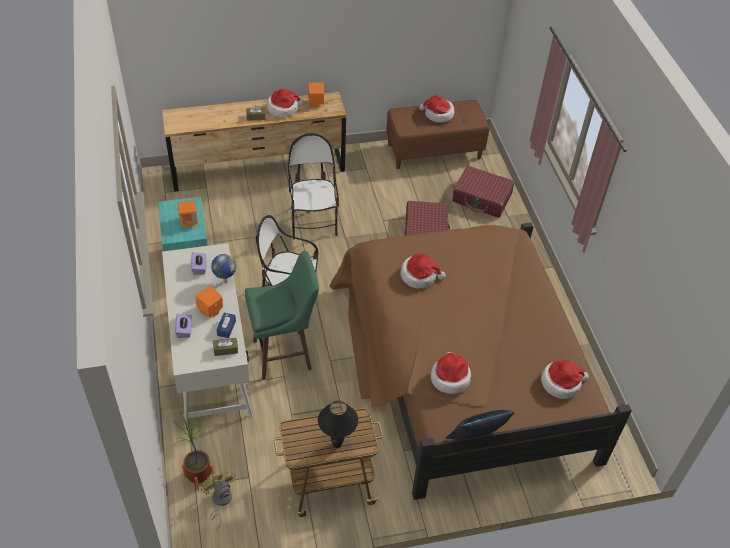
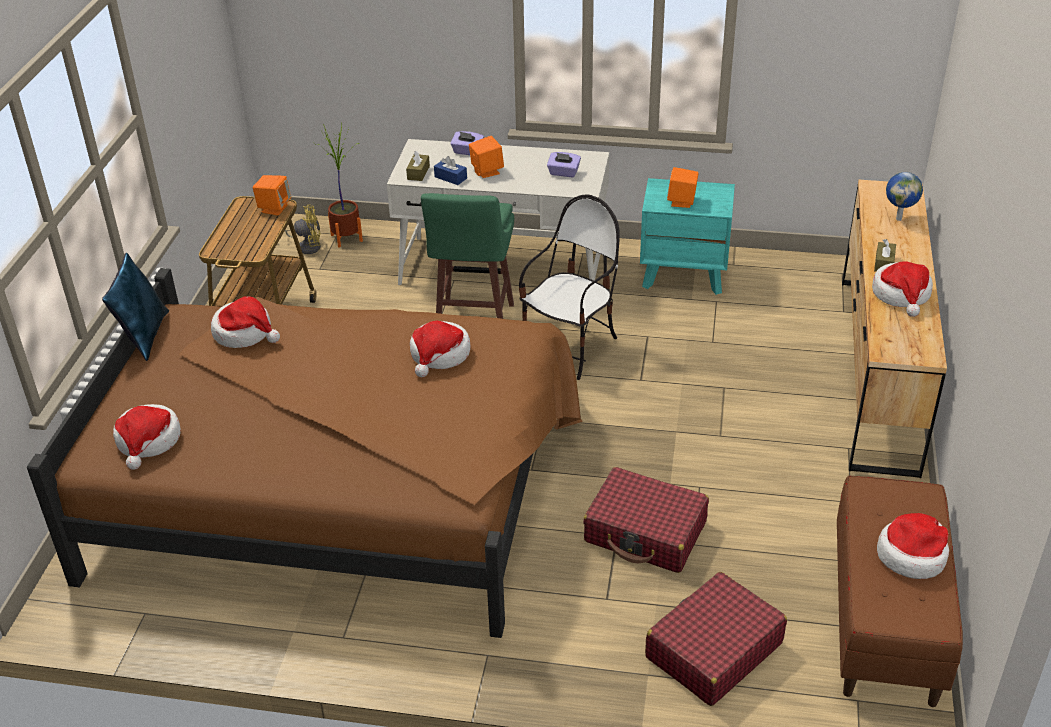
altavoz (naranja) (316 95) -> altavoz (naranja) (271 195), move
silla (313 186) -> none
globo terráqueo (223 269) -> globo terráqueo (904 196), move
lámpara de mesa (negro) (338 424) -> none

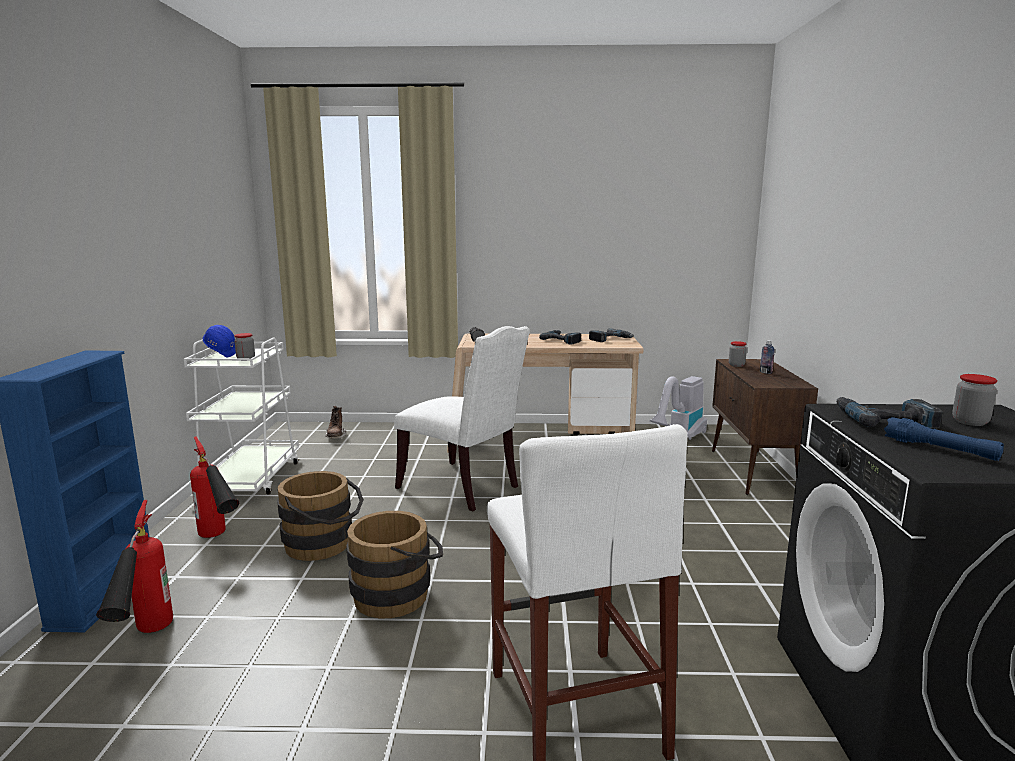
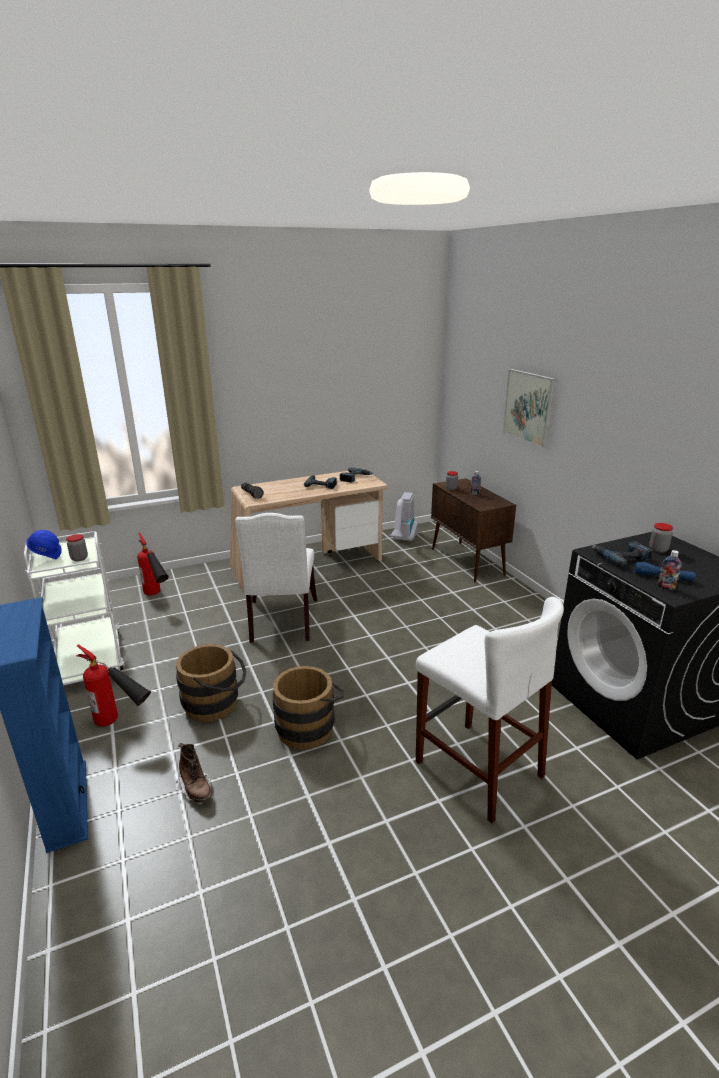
silla (blanco) (461 418) -> silla (blanco) (276 578), 75 degrees clockwise
bota (marrón) (335 422) -> bota (marrón) (194 772), move
extintor (134 566) -> extintor (153 564), move
none -> cuadro (529 408)
none -> botella (670 570)

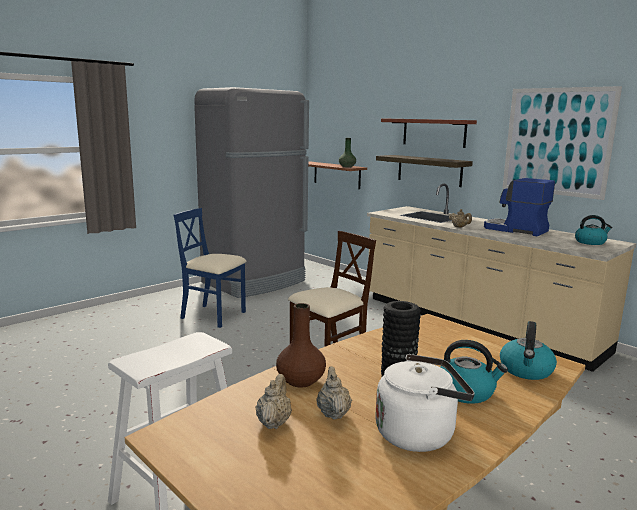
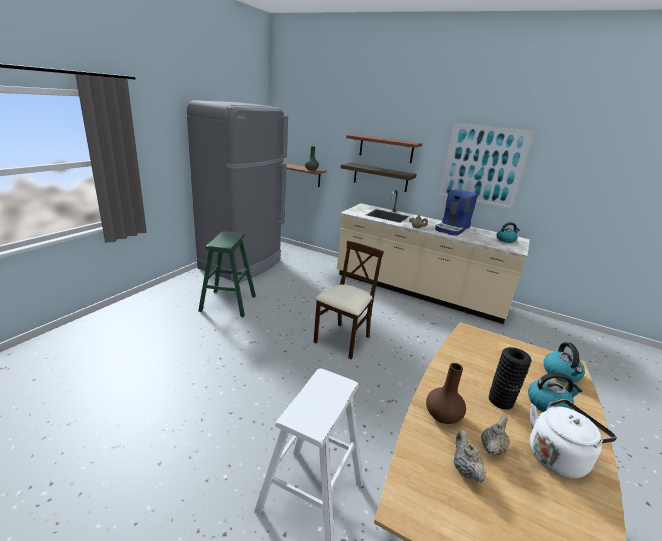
cafetera (519 207) -> cafetera (456 212), 75 degrees counterclockwise
silla (azul) (210 268) -> taburete (verde) (227 274)
tetera (beis) (334 393) -> tetera (beis) (495 435), 60 degrees clockwise

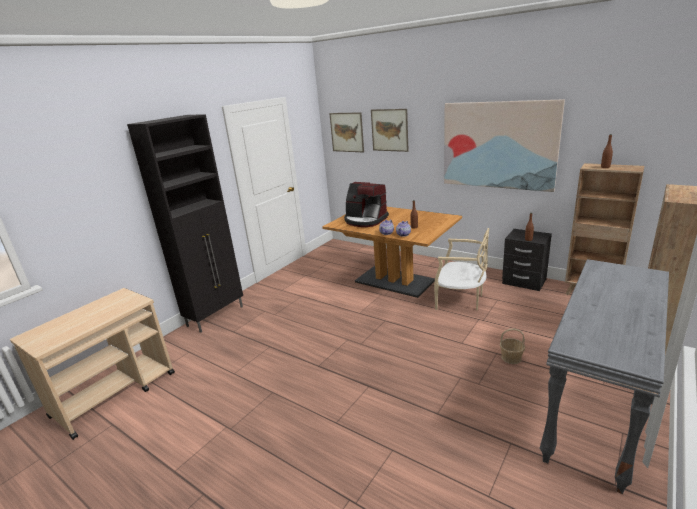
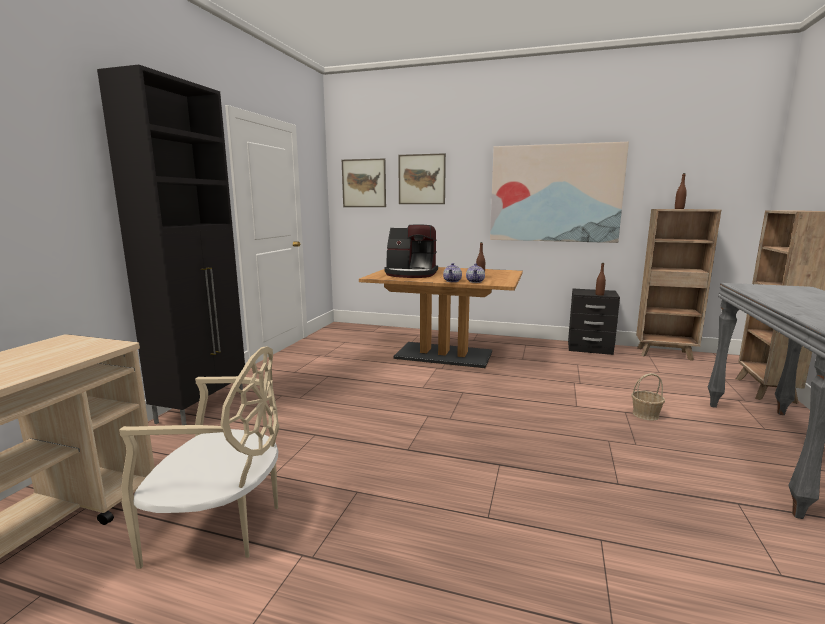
silla (beis) (461 269) -> silla (beis) (199 457), move

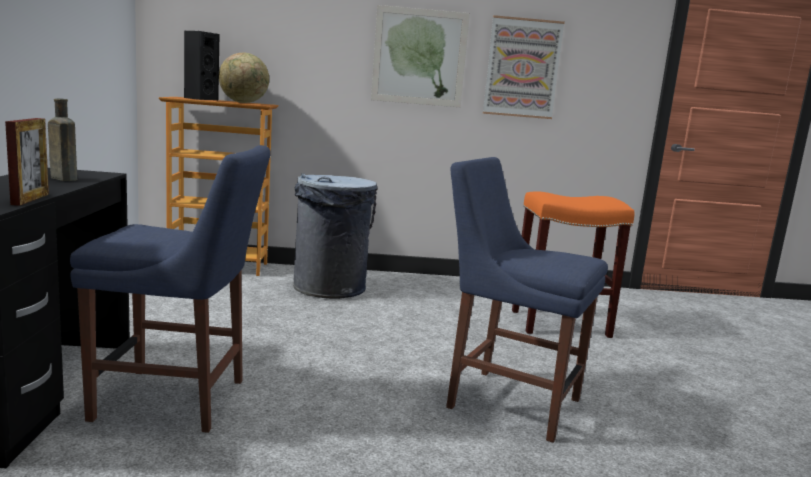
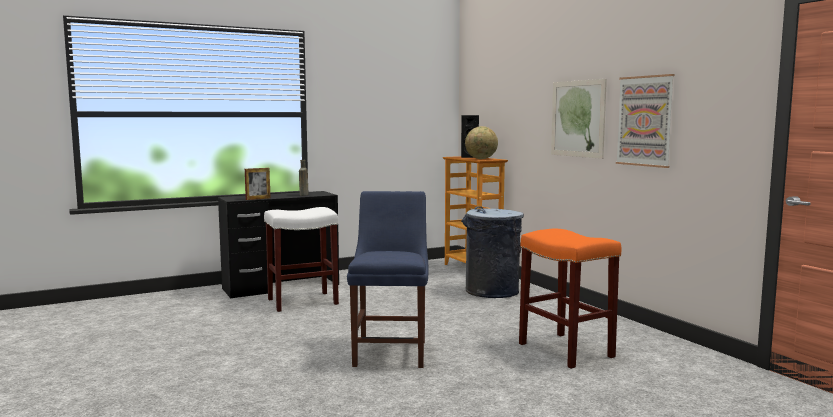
silla (azul) (170 289) -> taburete (blanco) (301 259)

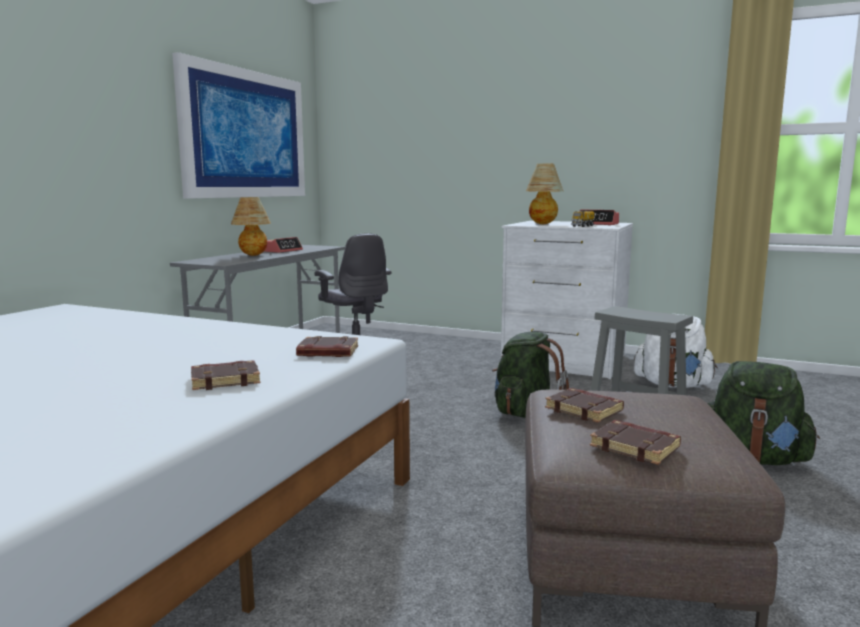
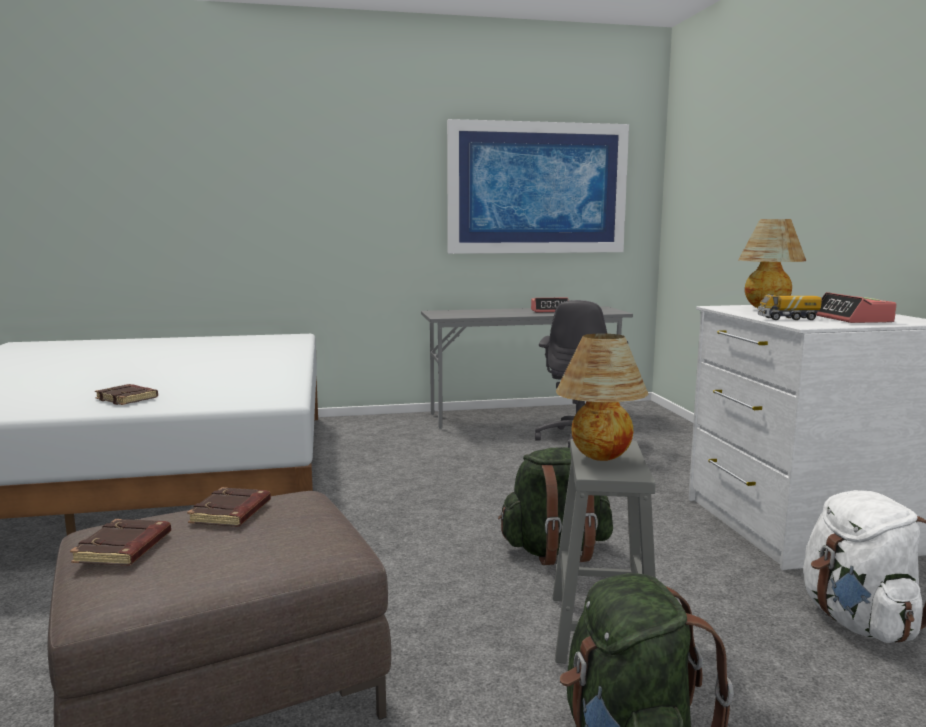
lámpara de mesa (251 226) -> lámpara de mesa (602 397), move
libro (marrón) (327 346) -> none

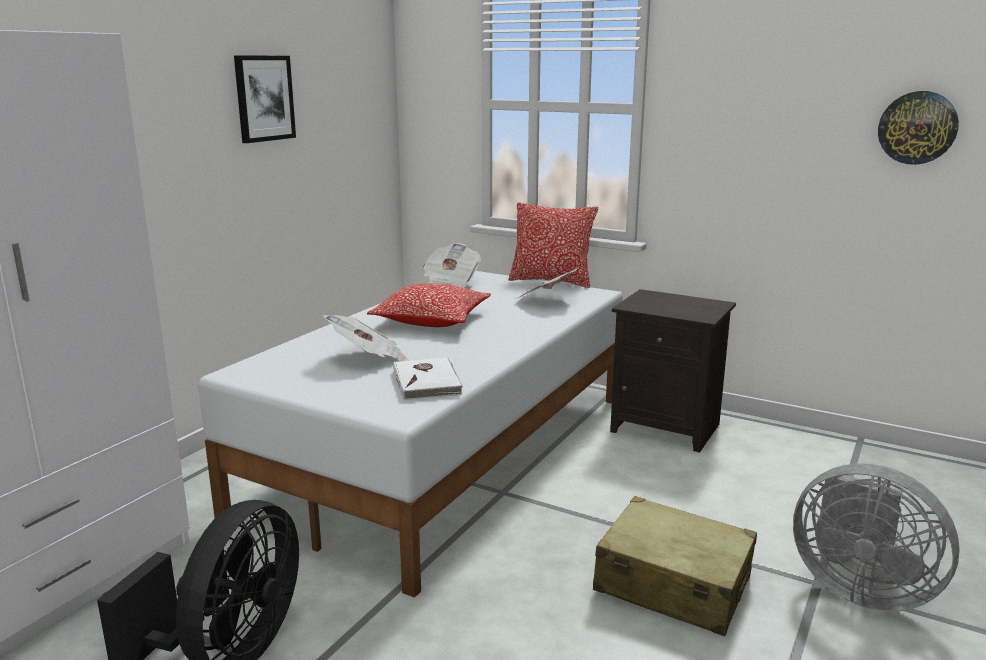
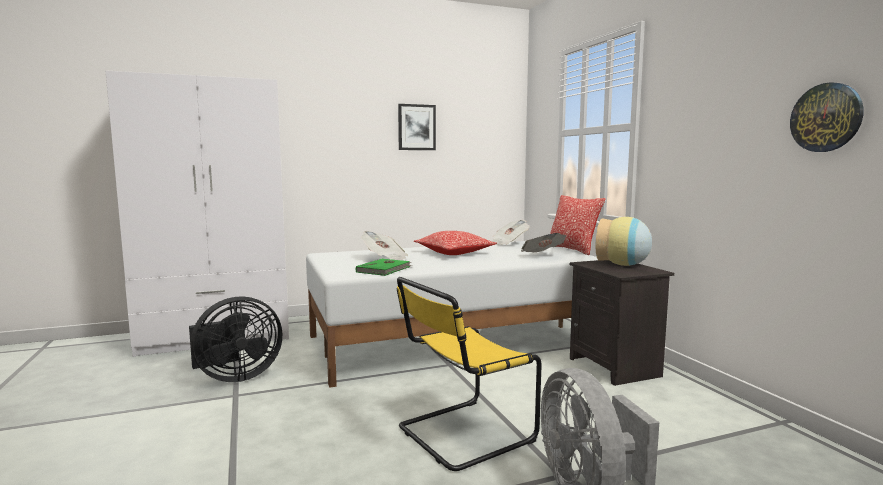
libro (blanco) (428 379) -> libro (verde) (384 267)
maleta (beis) (675 566) -> silla (amarillo) (469 374)
none -> florero (623 241)

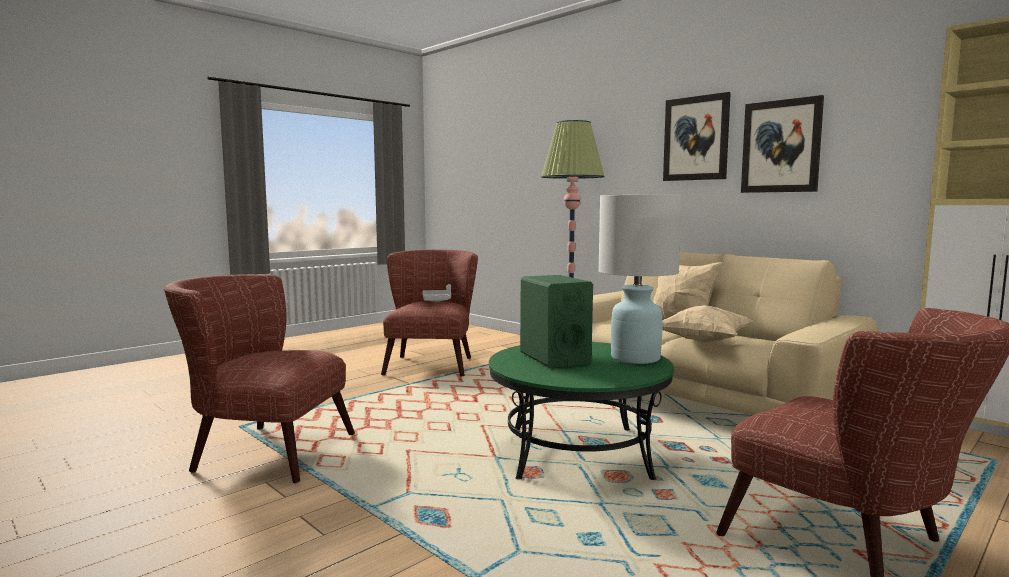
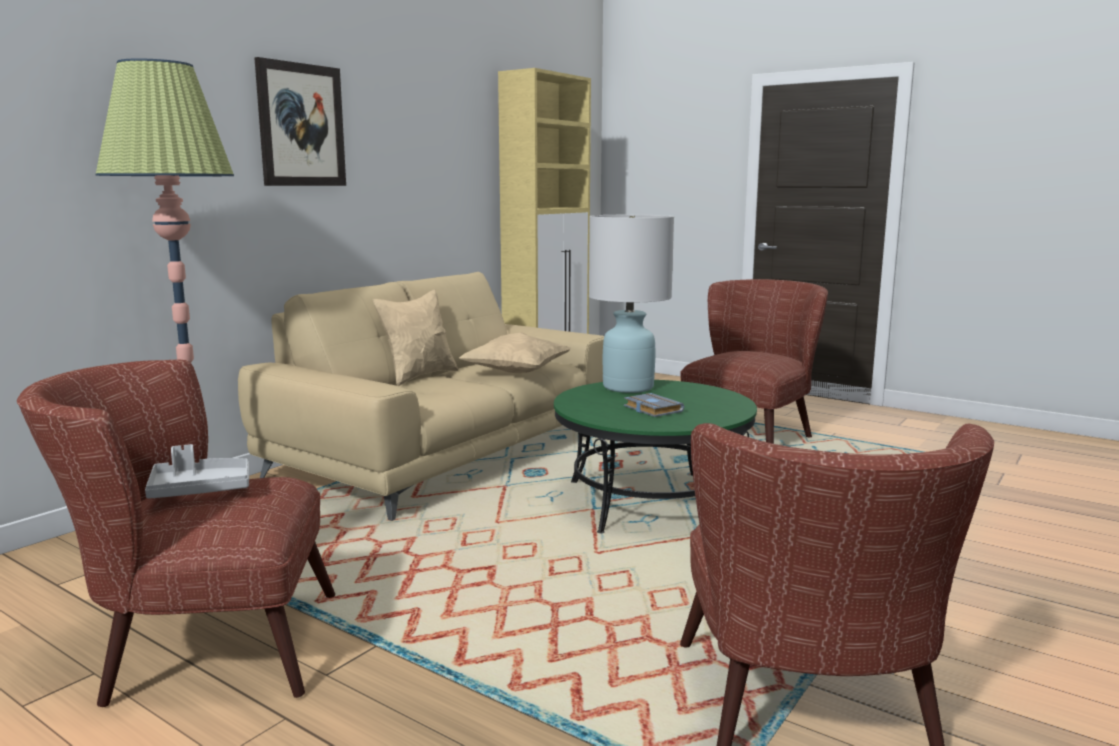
cuadro (782 144) -> none
altavoz (verde) (556 321) -> libro (gris) (654 405)

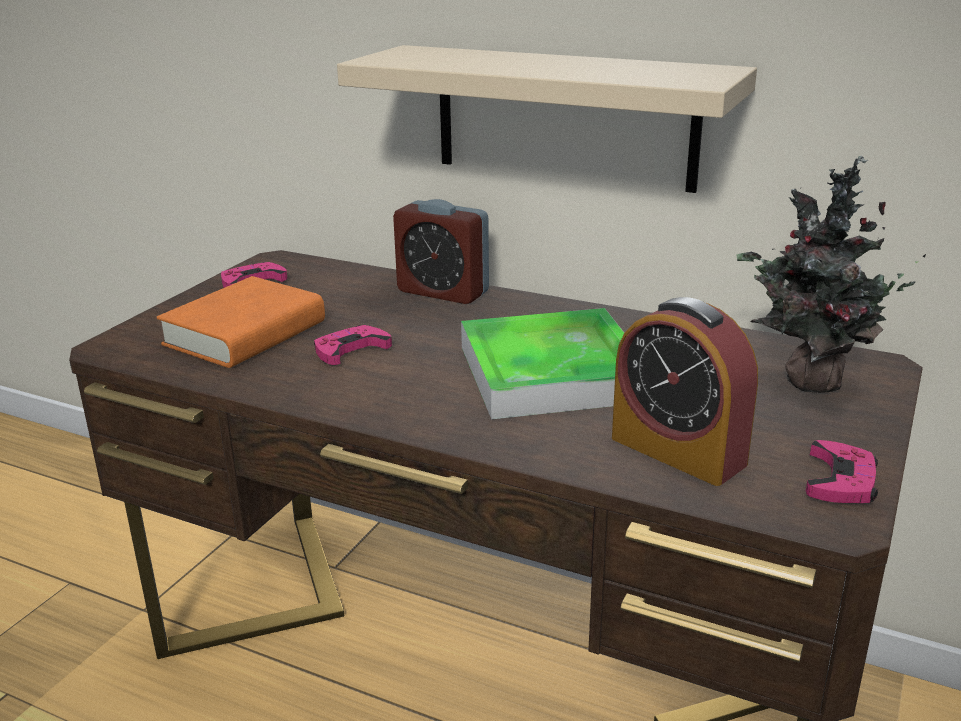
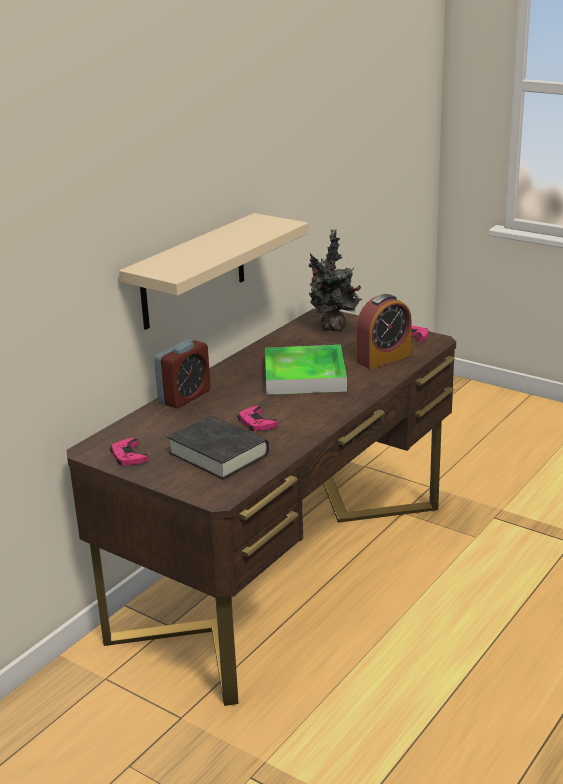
libro (naranja) (241 322) -> libro (negro) (218 448)

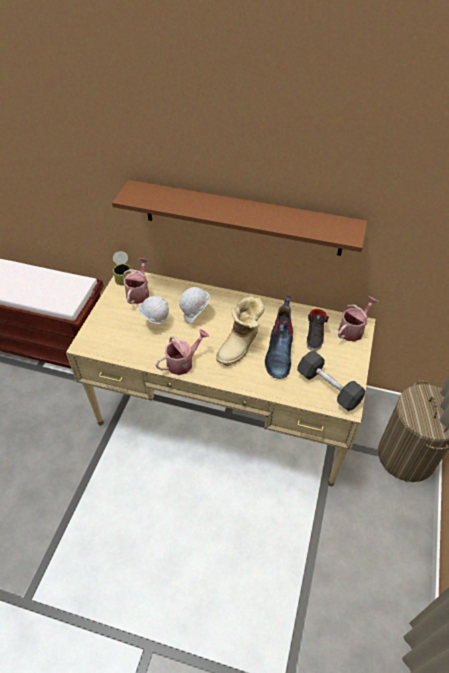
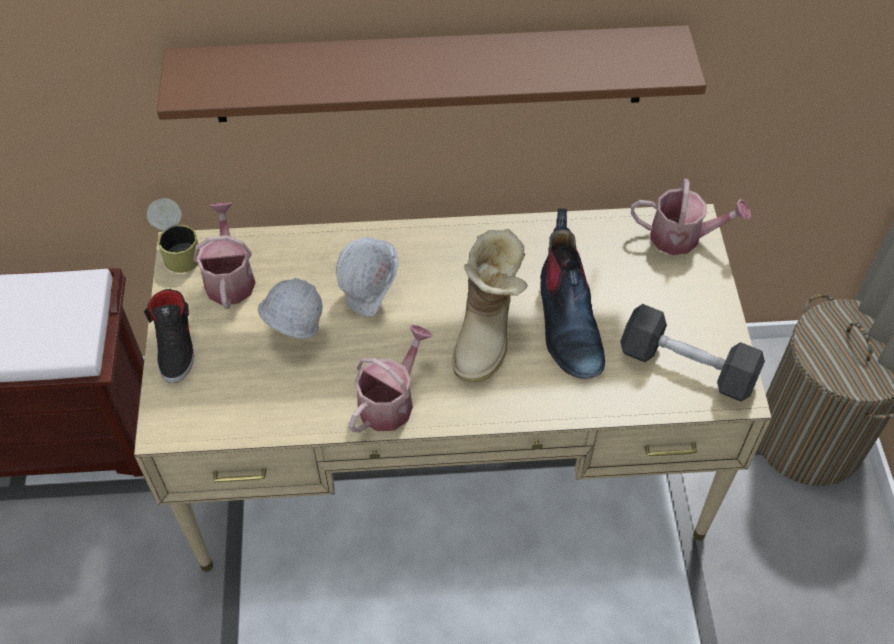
regadera (358 319) -> regadera (691 216), 75 degrees clockwise
zapato (negro) (317 330) -> zapato (negro) (169 336), move

